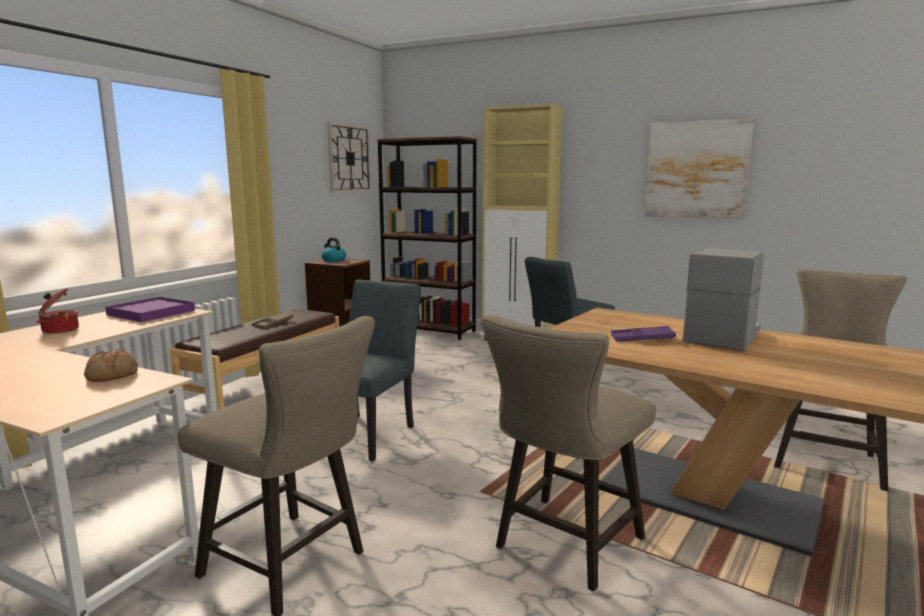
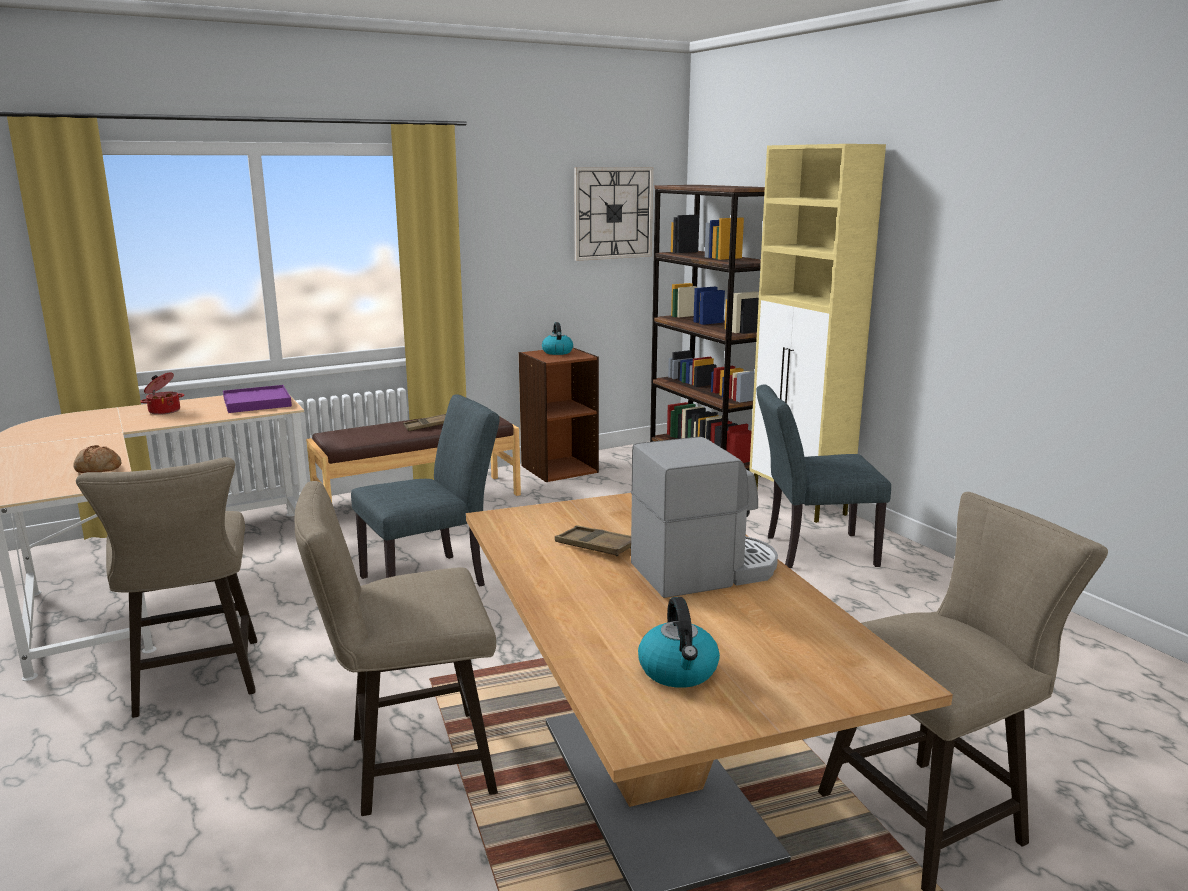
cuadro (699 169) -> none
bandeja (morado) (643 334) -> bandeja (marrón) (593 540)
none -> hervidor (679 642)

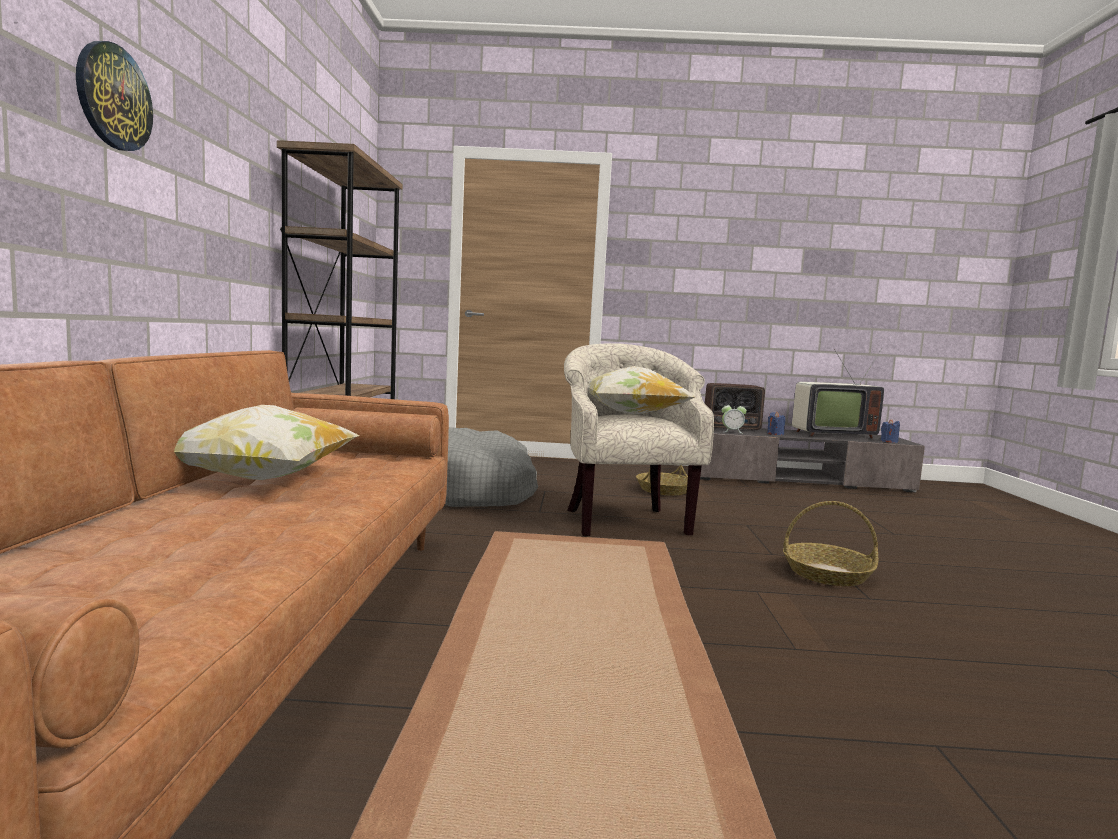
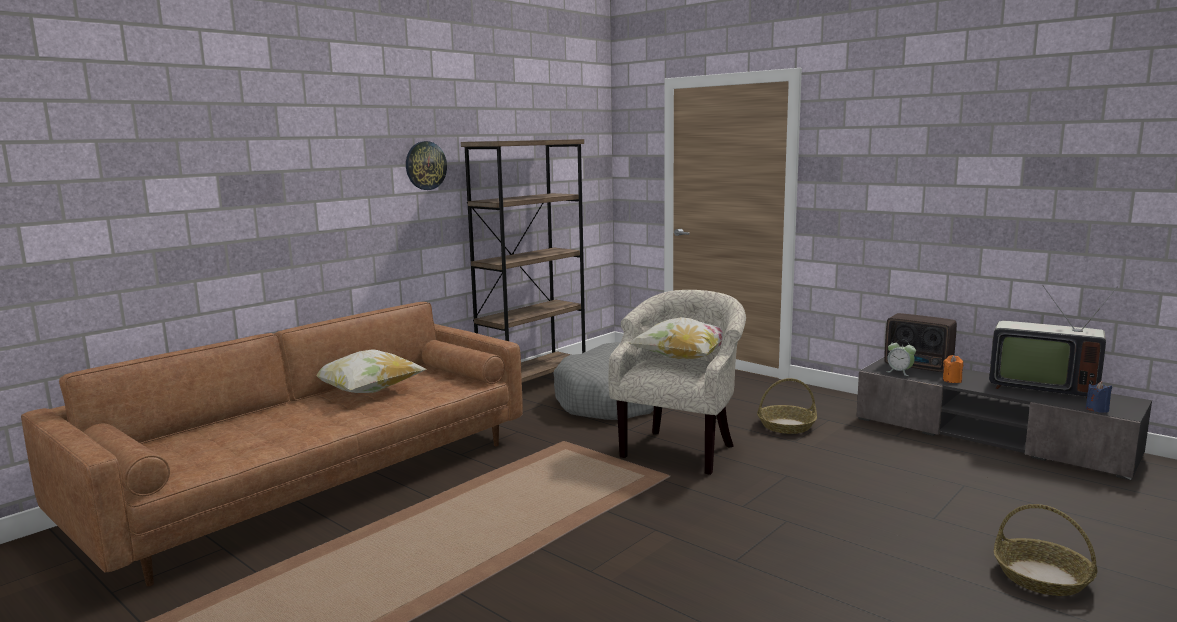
reloj de pared (114 96) -> reloj de pared (426 165), move
vela (azul) (776 423) -> vela (naranja) (953 369)
cesta (830 543) -> cesta (1046 550), move

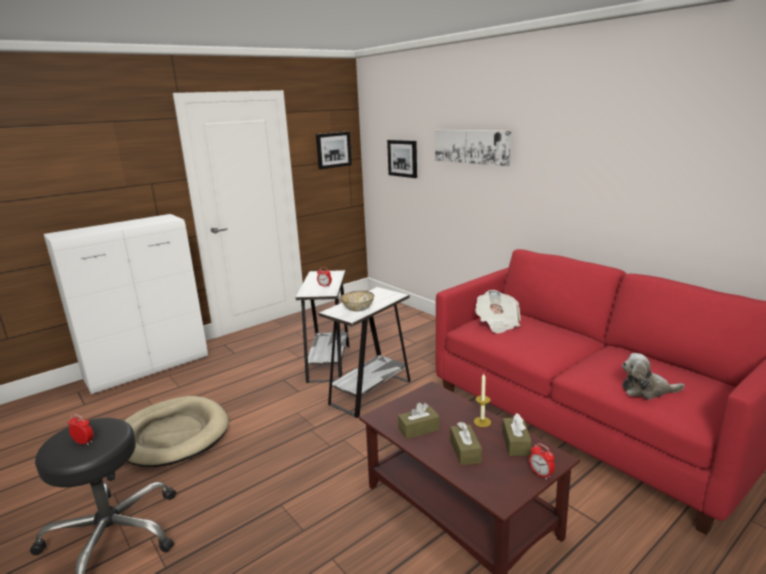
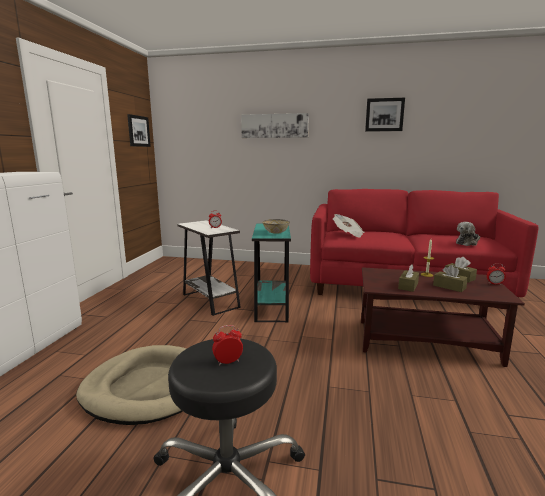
cuadro (402 159) -> cuadro (385 115), move
mesa auxiliar (blanco) (364 352) -> mesa auxiliar (turquesa) (271 273)

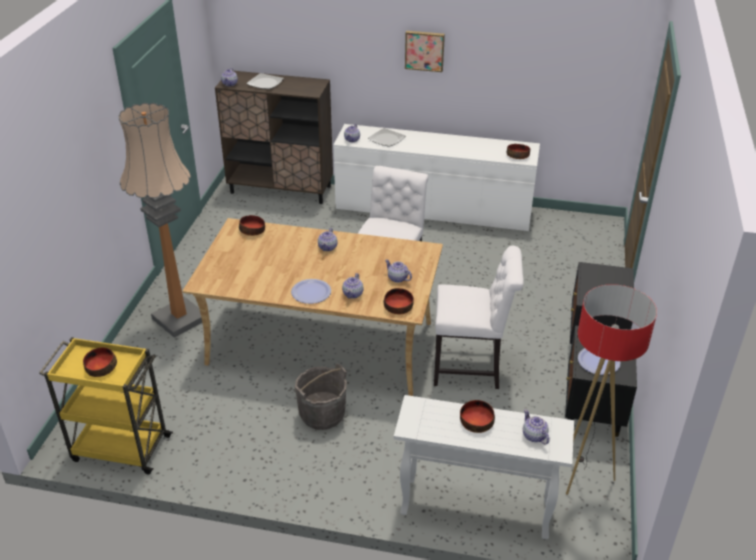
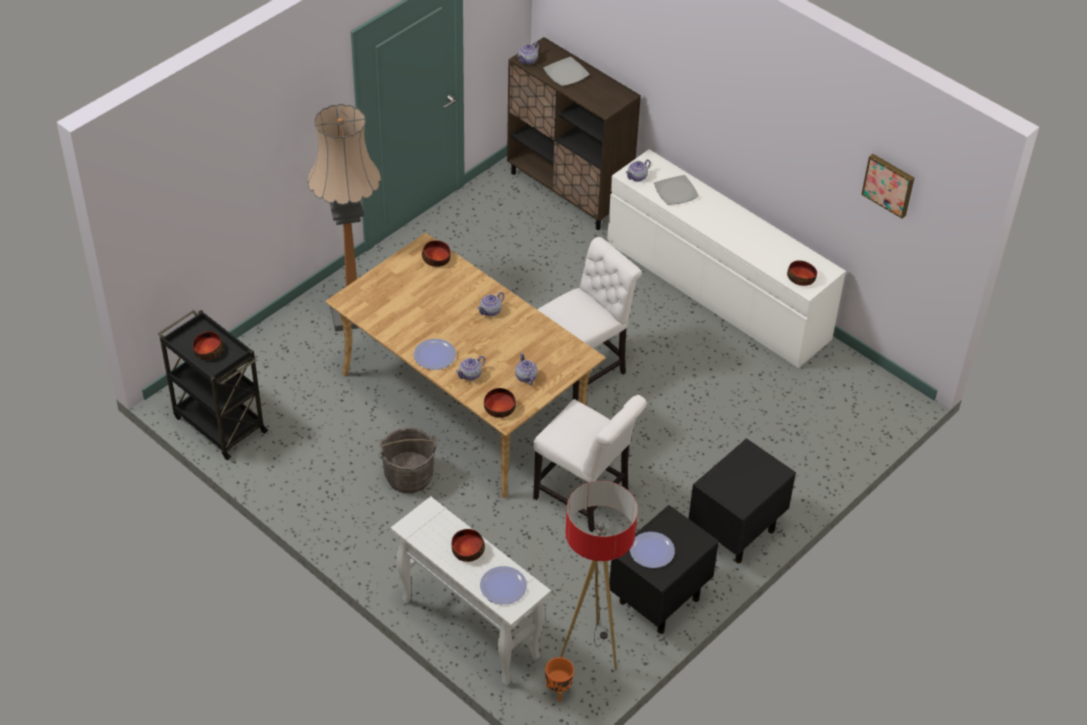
cuadro (425 51) -> cuadro (887 186), move
carrito (amarillo) (106 406) -> carrito (negro) (213 385)
tetera (536 427) -> plato (503 585)
none -> maceta (naranja) (559 679)

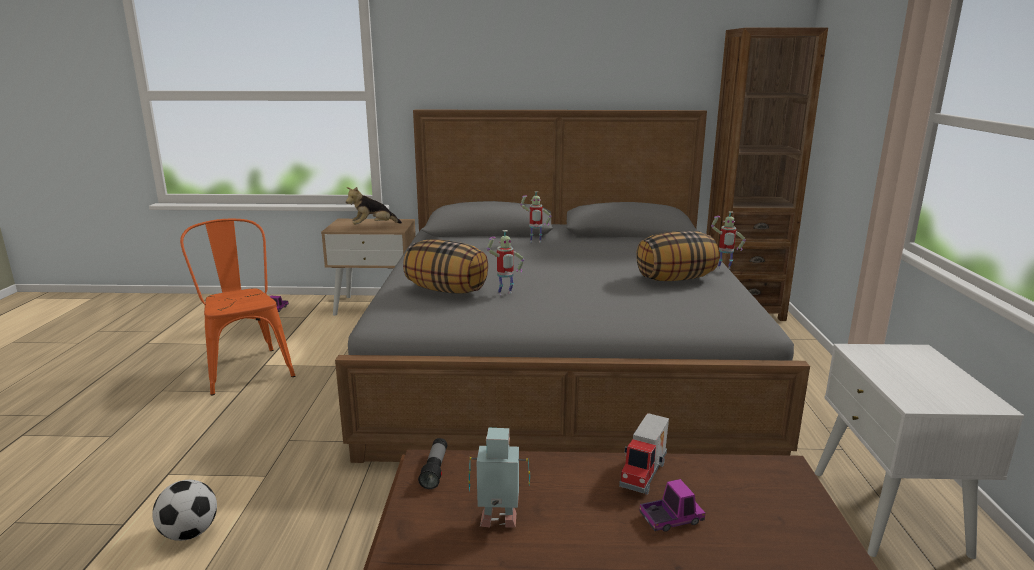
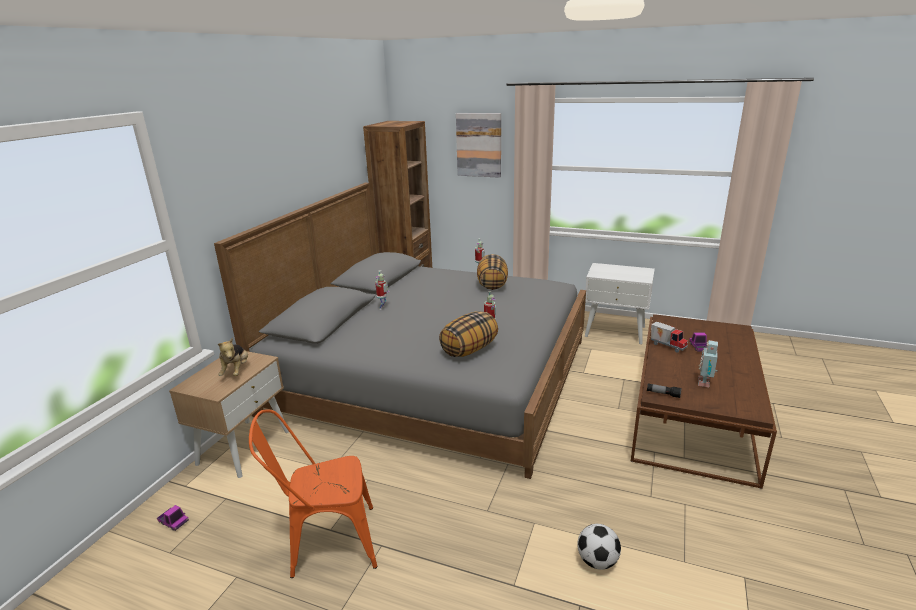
none -> cuadro (478 145)

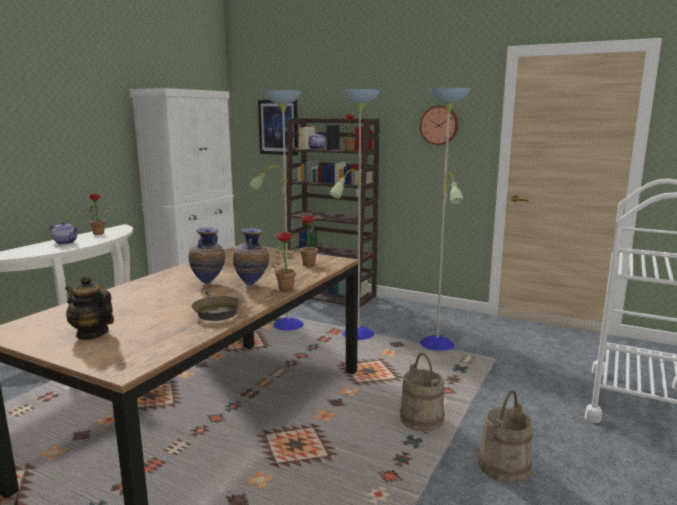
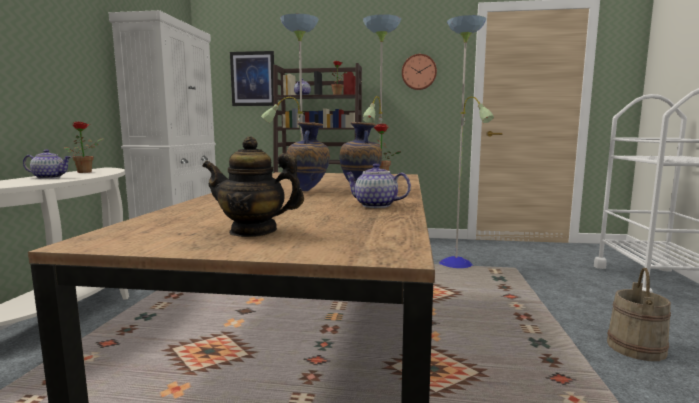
planta en maceta (284 261) -> none
sartén (marrón) (216 306) -> tetera (377 185)
cubo (beis) (422 392) -> none

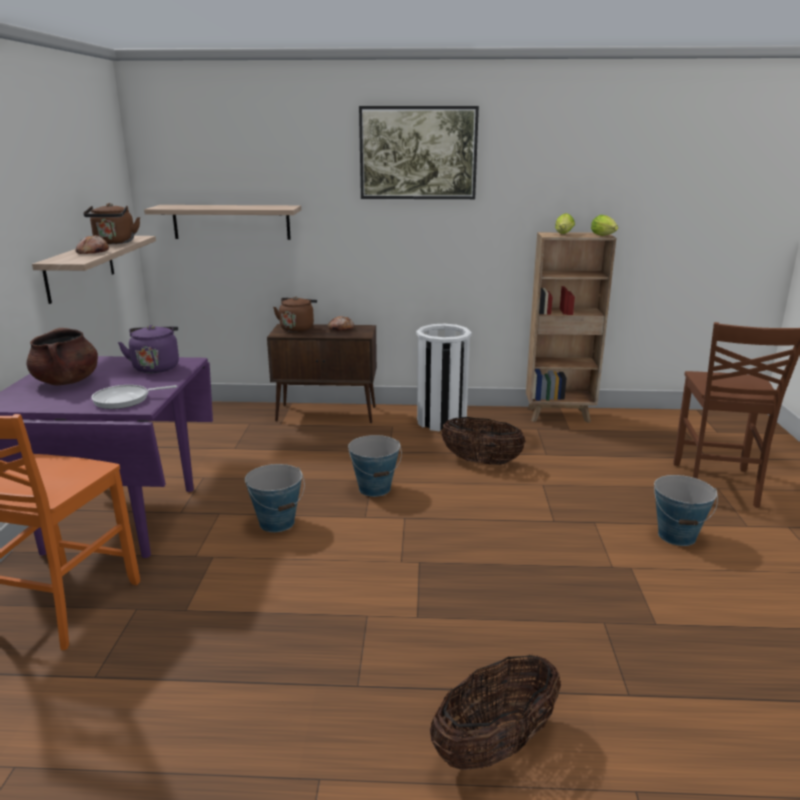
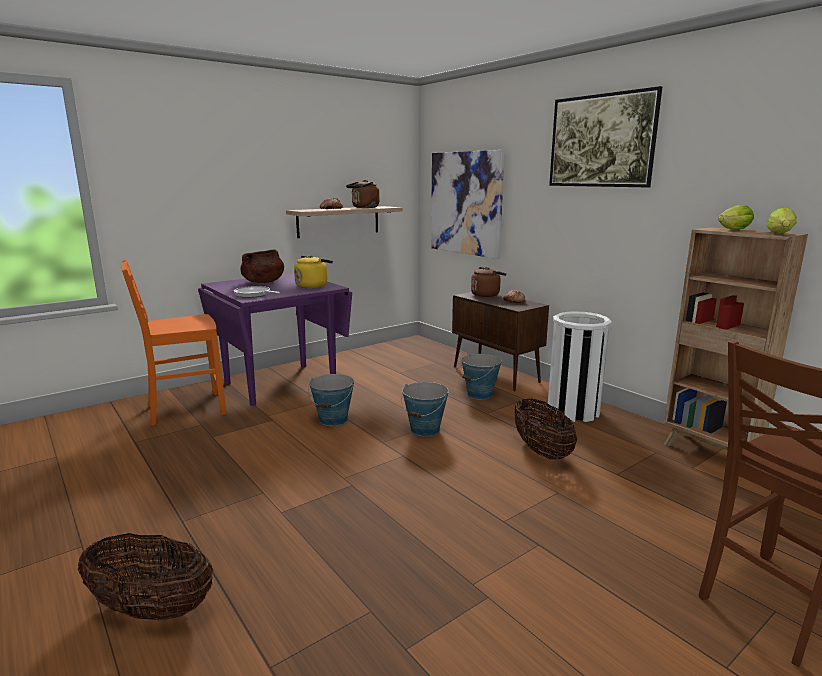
estante (222 222) -> cuadro (468 204)
hervidor (morado) (148 349) -> hervidor (amarillo) (313 271)
cubo (686 510) -> cubo (481 376), move

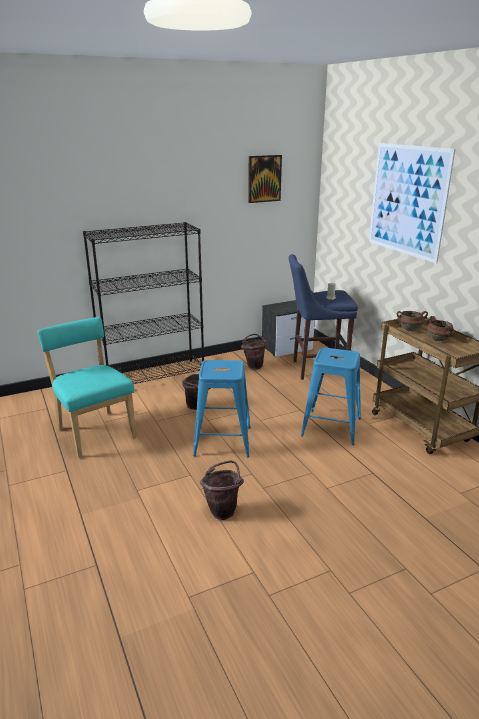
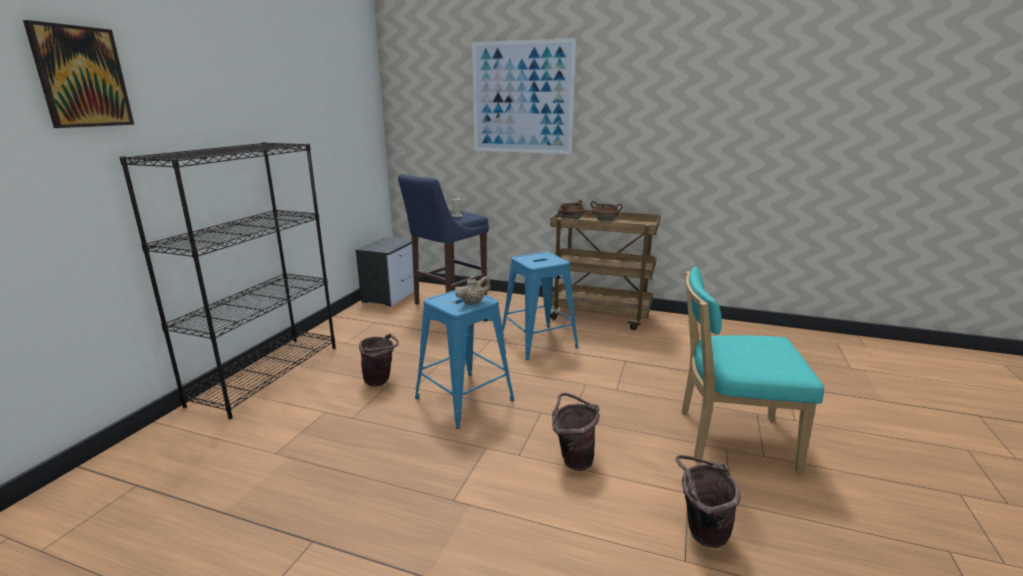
cuadro (265 179) -> cuadro (78 74), move
silla (turquesa) (86 387) -> silla (turquesa) (753 370), move
cubo (marrón) (254 352) -> cubo (marrón) (708 501), move
none -> tetera (beis) (473 290)

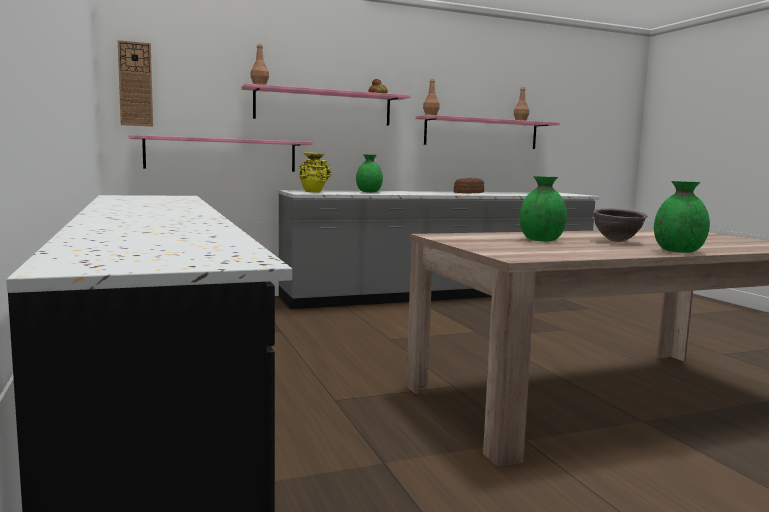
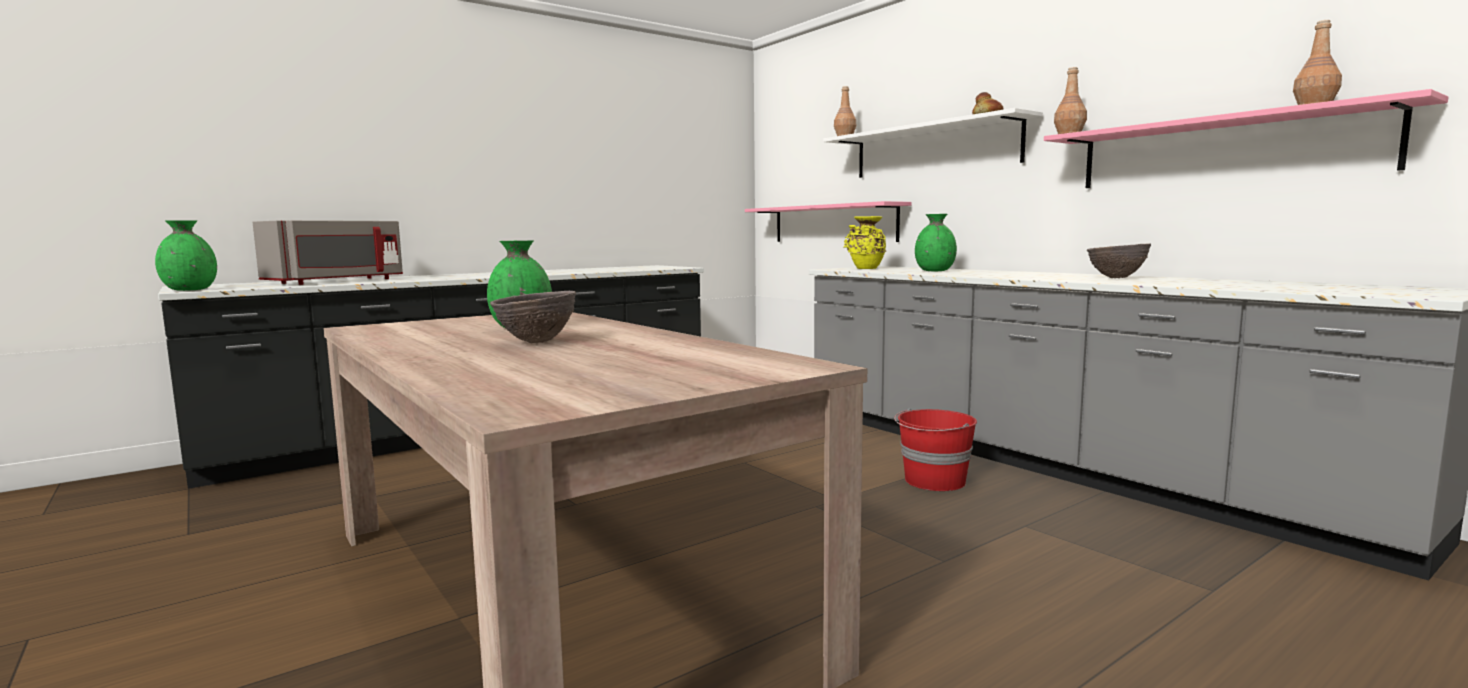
reloj de pared (135 83) -> none
estante (rosa) (326 104) -> estante (blanco) (933 143)
pan (469 186) -> cuenco (marrón) (1119 261)
florero (verde) (682 217) -> florero (verde) (186 255), move
none -> microondas (gris) (327 252)
none -> cubo (rojo) (935 449)

